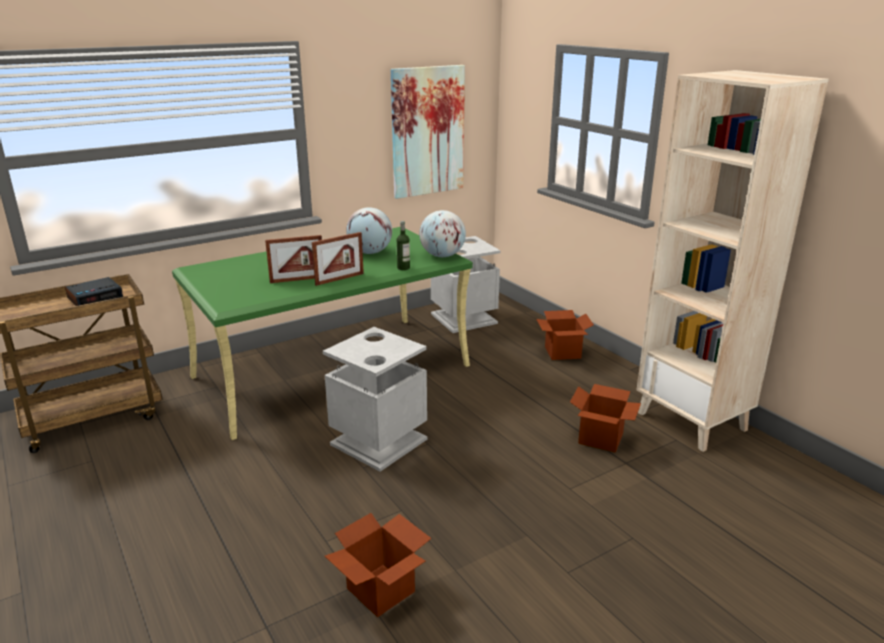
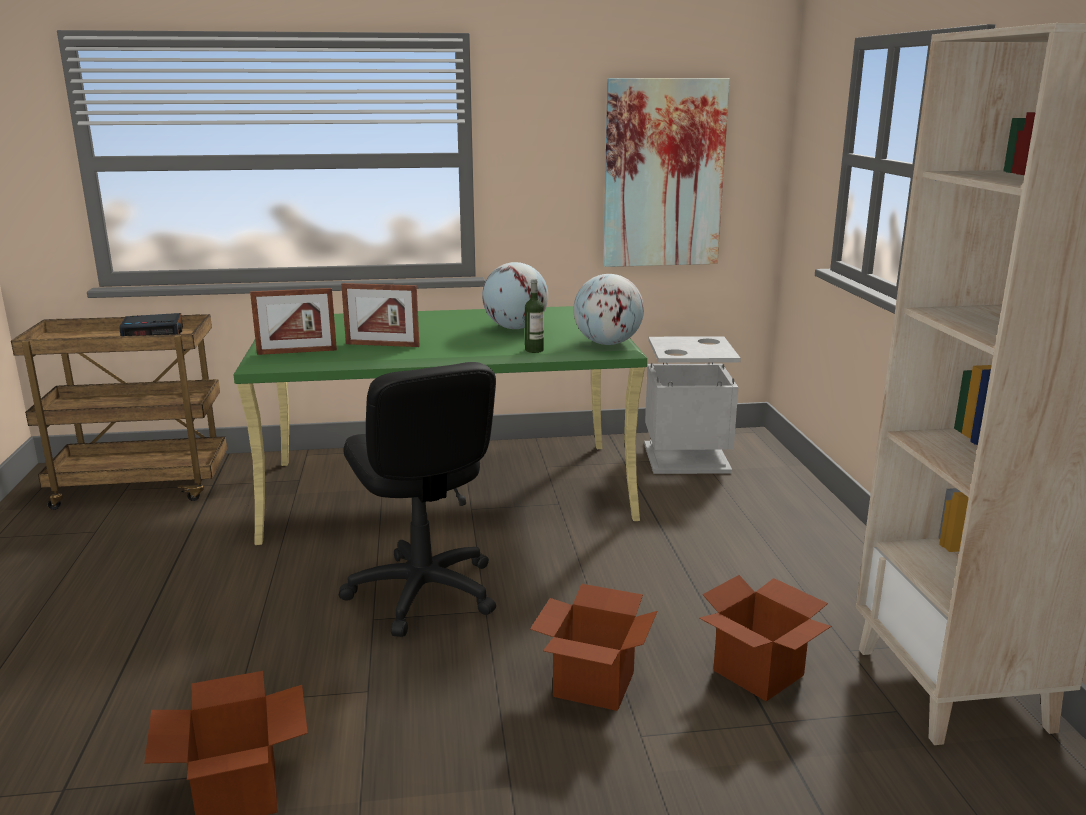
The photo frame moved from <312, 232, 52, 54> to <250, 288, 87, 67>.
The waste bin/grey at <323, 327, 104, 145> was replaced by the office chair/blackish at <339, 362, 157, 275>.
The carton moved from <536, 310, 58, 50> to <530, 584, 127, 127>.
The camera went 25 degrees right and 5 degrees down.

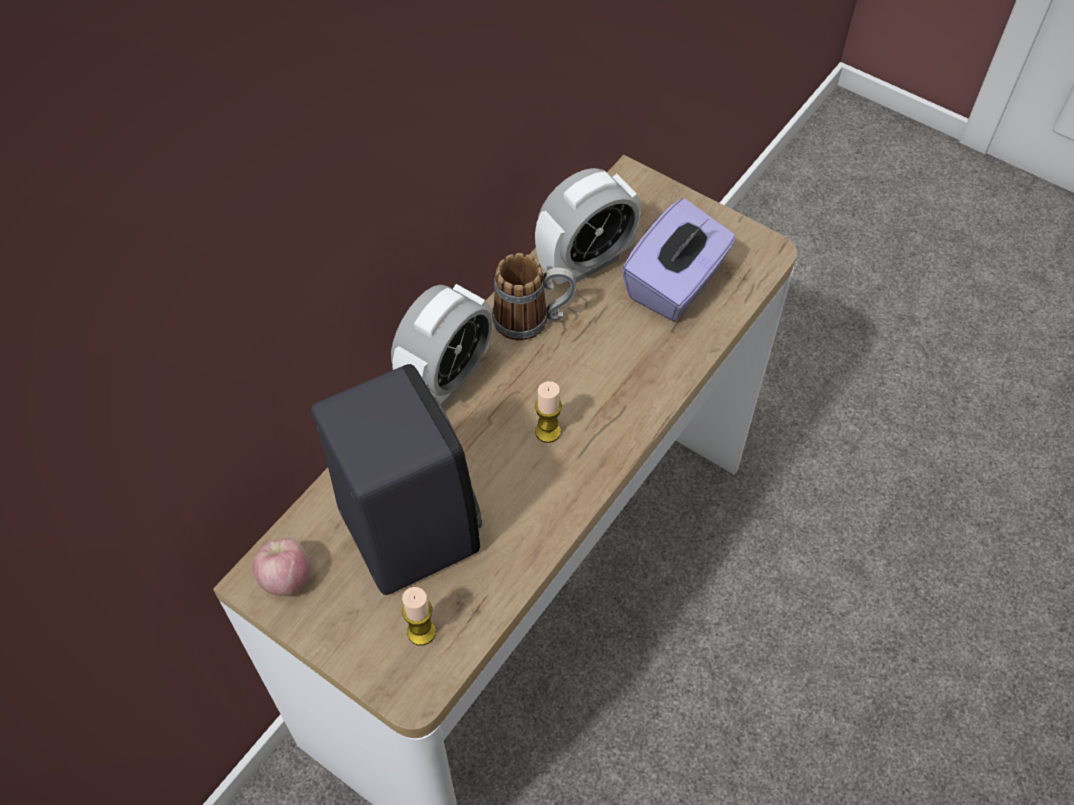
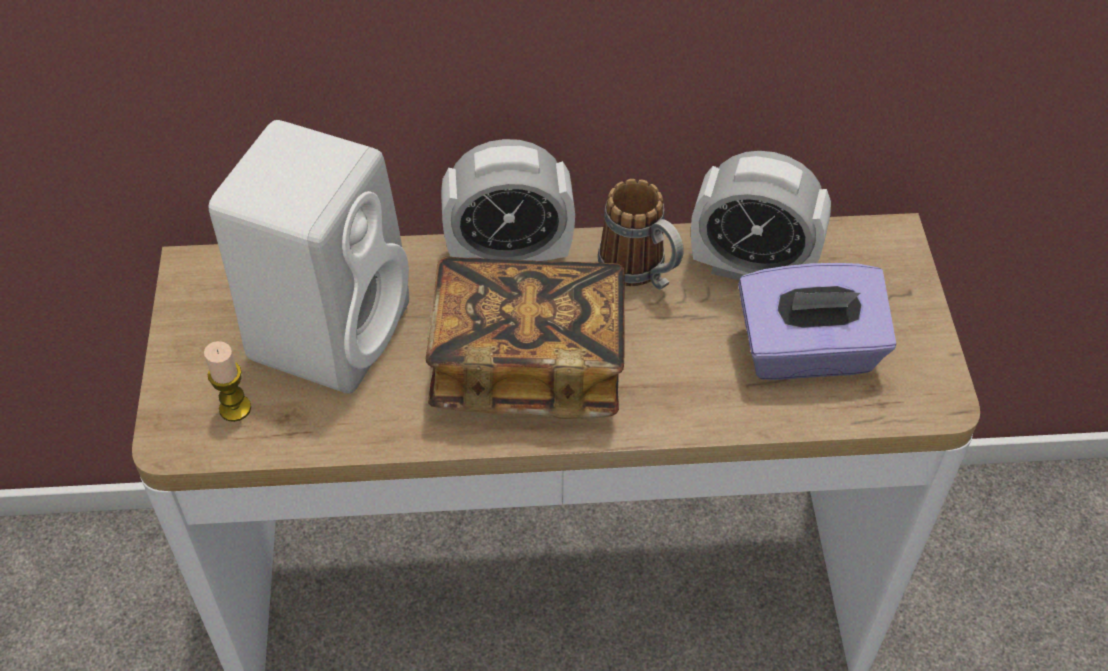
The speaker/blackish at <311, 364, 171, 231> became the speaker/white-coloured at <208, 120, 201, 274>.
The wax candle at <535, 381, 27, 62> was replaced by the book at <426, 257, 199, 162>.
The whole apple at <252, 538, 58, 58> disappeared.
The camera went 50 degrees right and 5 degrees down.

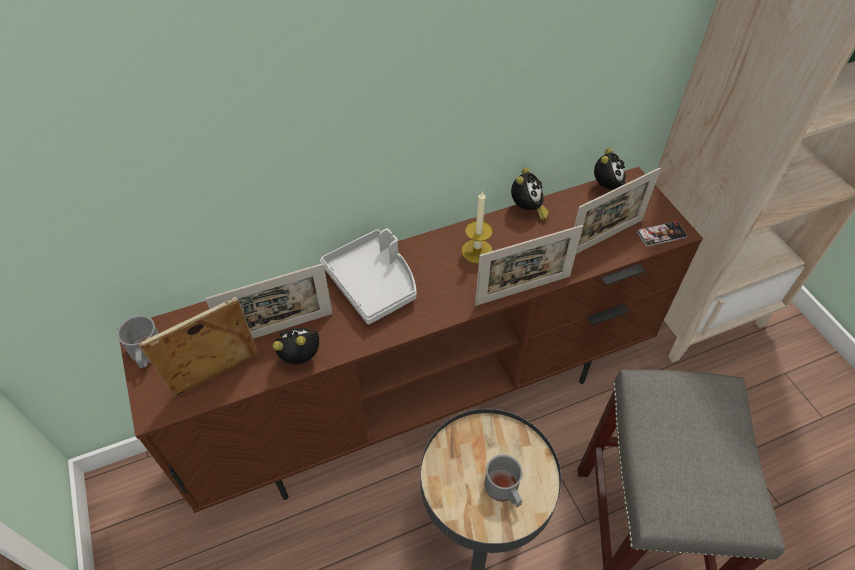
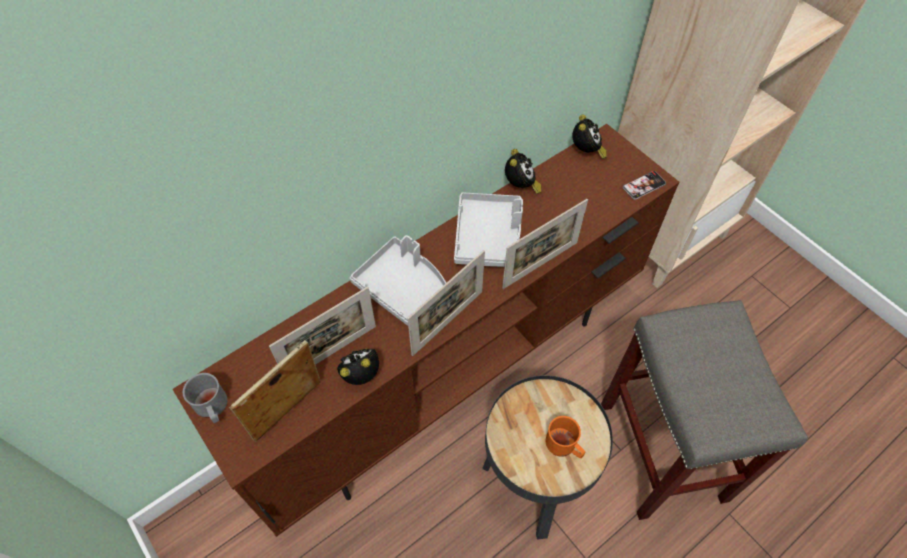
The photo frame moved from <574, 167, 87, 87> to <407, 250, 78, 106>.
The wax candle at <462, 190, 31, 73> was replaced by the carrying tray/grey at <454, 193, 69, 74>.
The mug/grey at <485, 455, 37, 52> became the mug/orange-coloured at <546, 416, 39, 42>.
The camera went 15 degrees left and 5 degrees up.

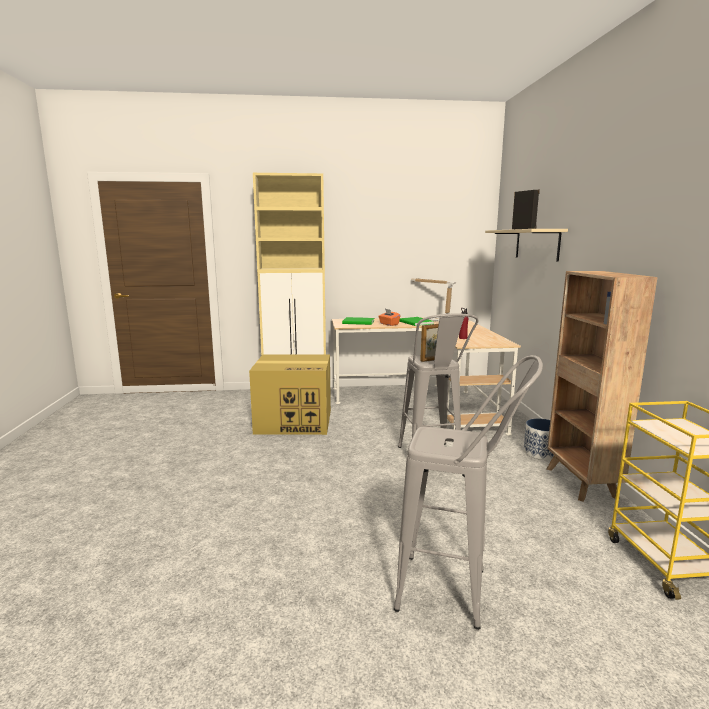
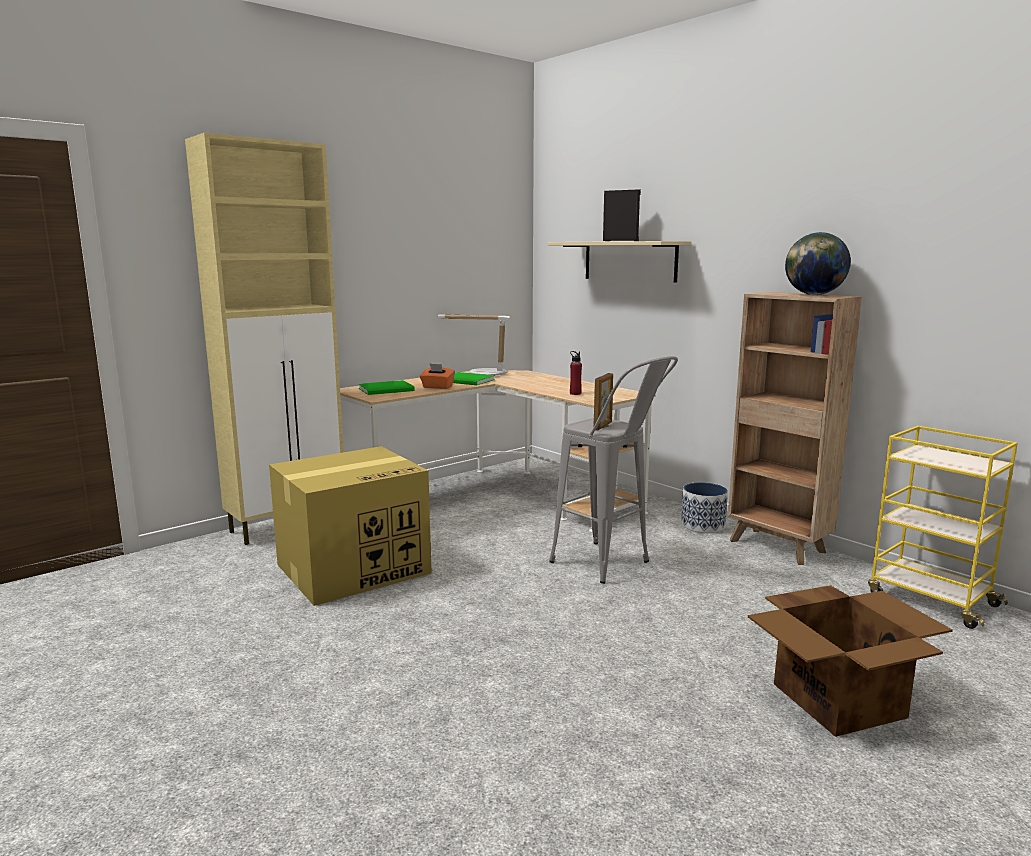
The sitting stool/grey at <394, 355, 149, 275> was replaced by the carton at <748, 585, 205, 152>.
The globe at <785, 232, 66, 63> appeared.
The camera went 35 degrees left and 0 degrees up.

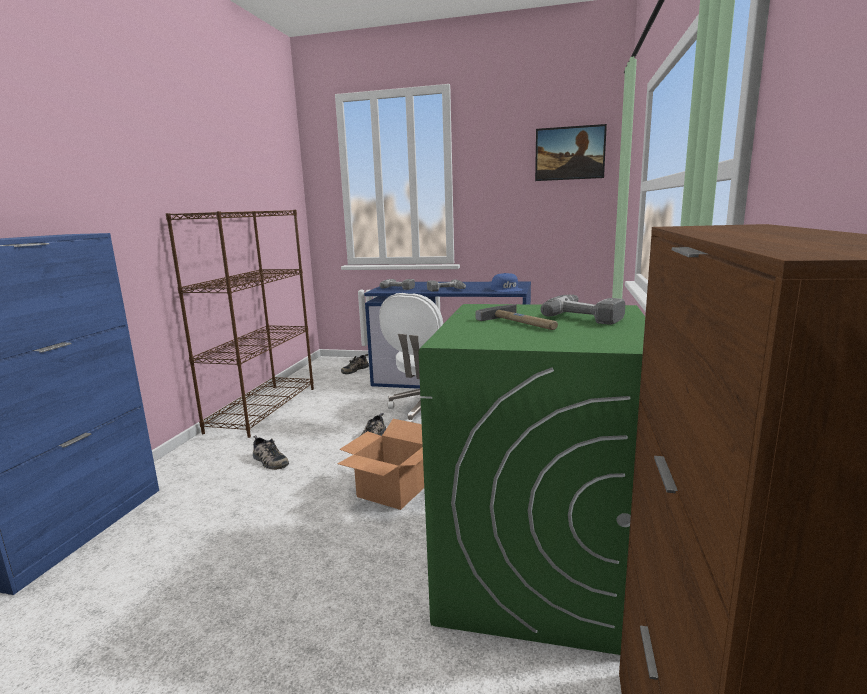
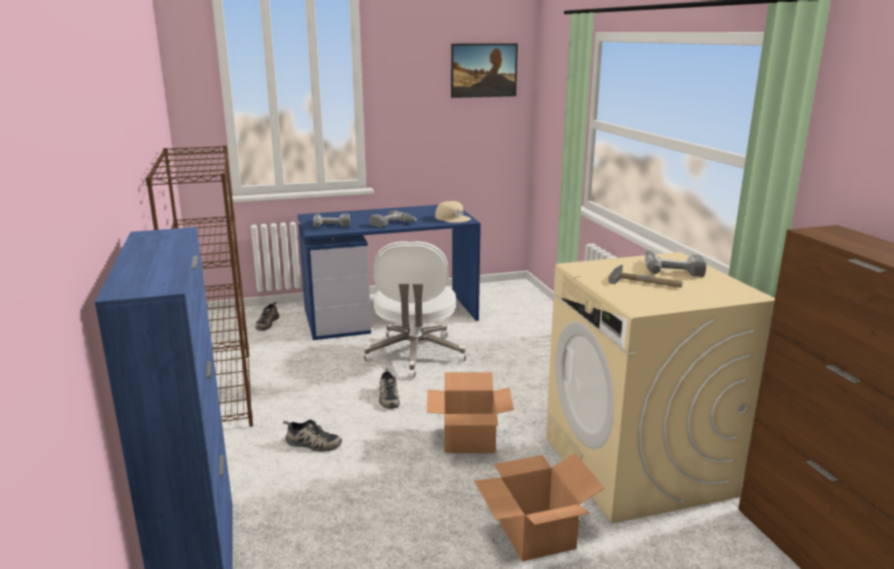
The cap/bluish at <491, 273, 32, 19> became the cap/beige-coloured at <435, 201, 36, 22>.
The carton at <474, 453, 131, 108> appeared.
The laundry machine/green-coloured at <419, 304, 226, 351> became the laundry machine/beige-coloured at <546, 252, 229, 272>.
The camera went 30 degrees left and 5 degrees up.

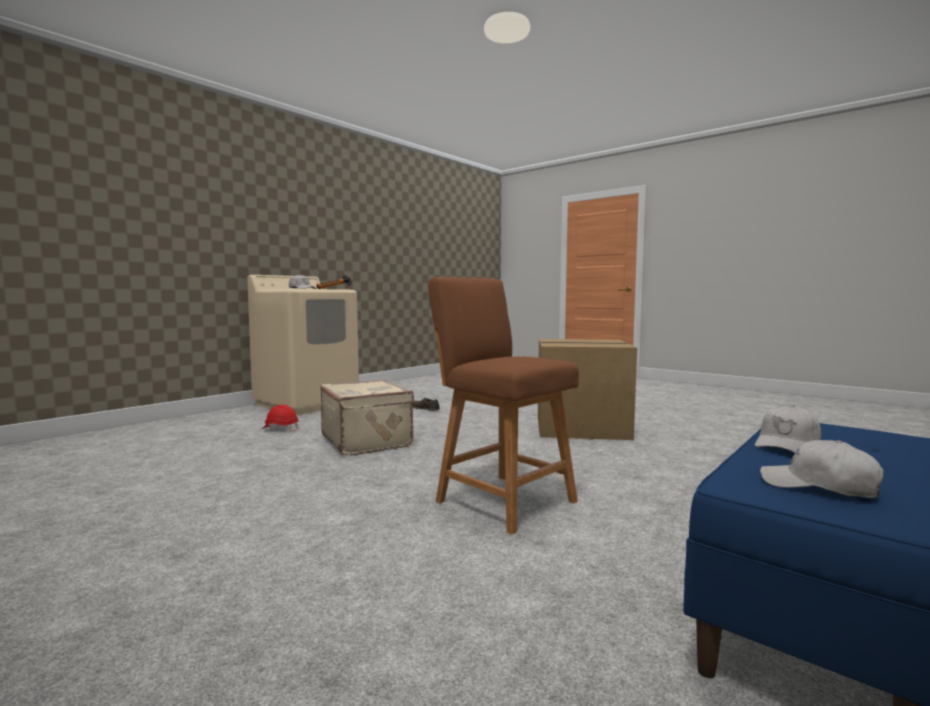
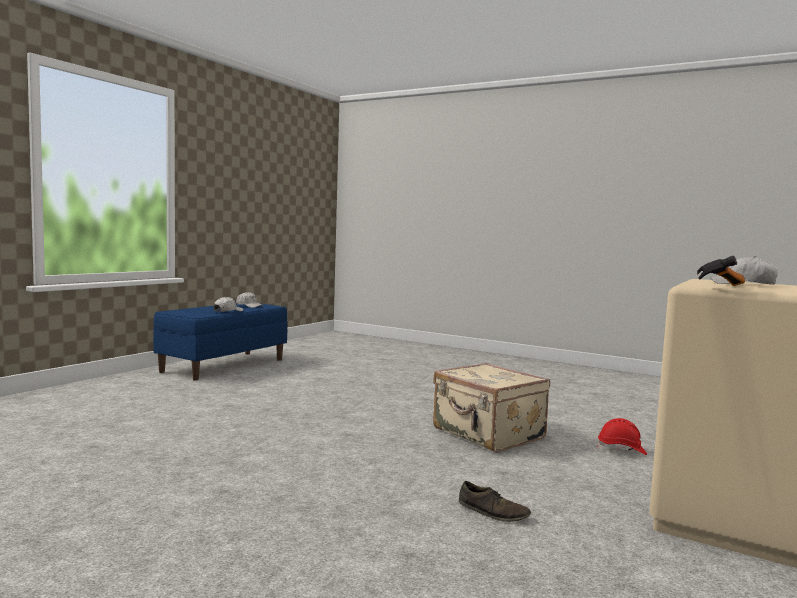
The sitting stool/brown-coloured at <428, 277, 151, 257> disappeared.
The carton at <538, 339, 99, 101> disappeared.
The camera went 170 degrees right and 0 degrees up.

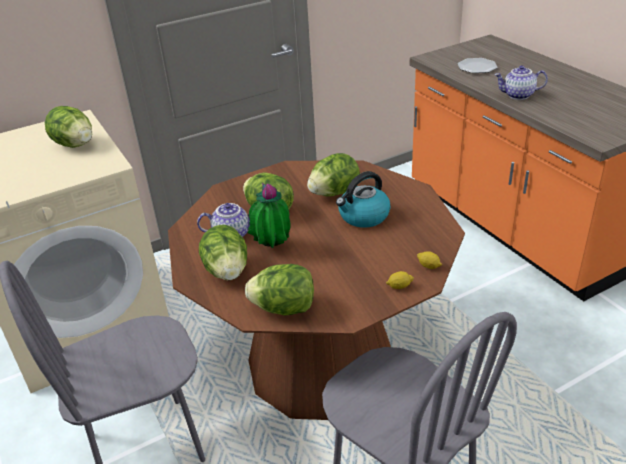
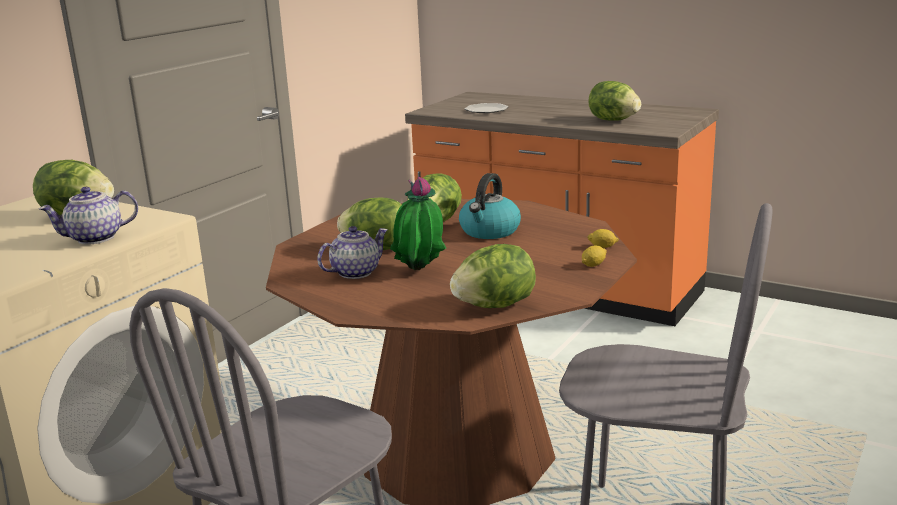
The pot for tea moved from <494, 65, 54, 35> to <39, 187, 99, 57>.
The lettuce head moved from <199, 225, 48, 55> to <588, 81, 53, 40>.
The camera went 30 degrees left and 15 degrees down.

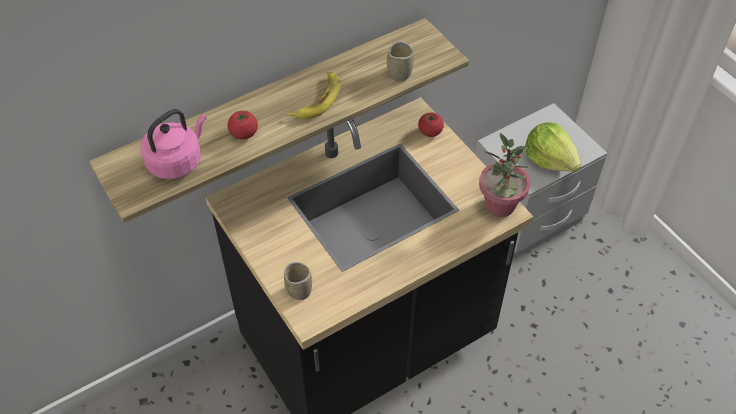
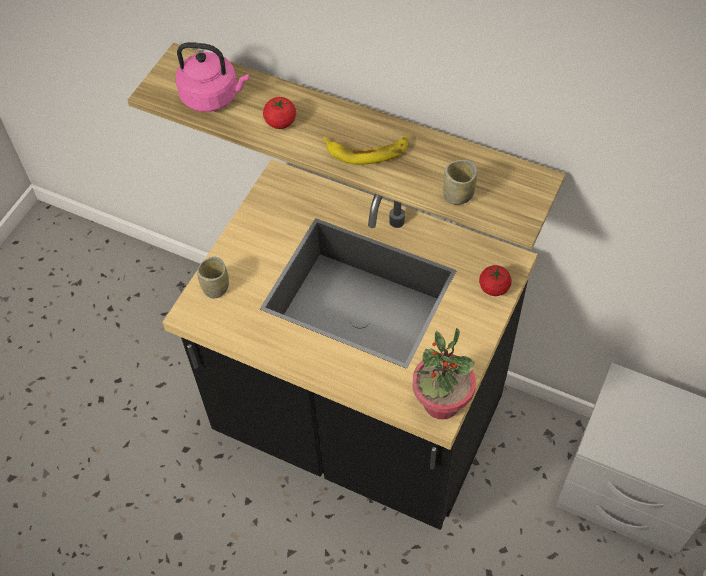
The lettuce head at <525, 122, 56, 50> disappeared.
The camera went 60 degrees right and 5 degrees up.

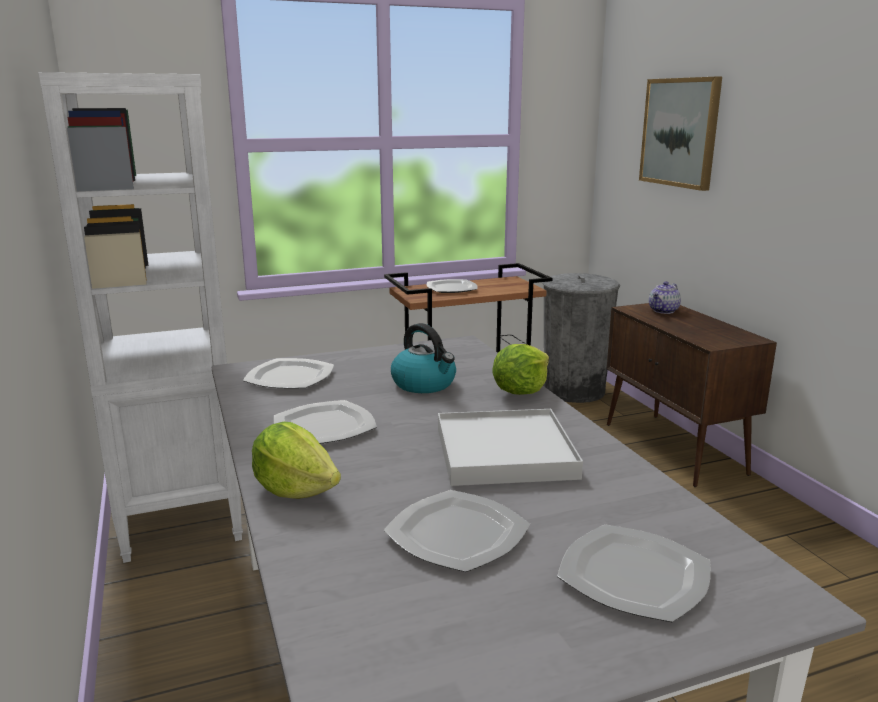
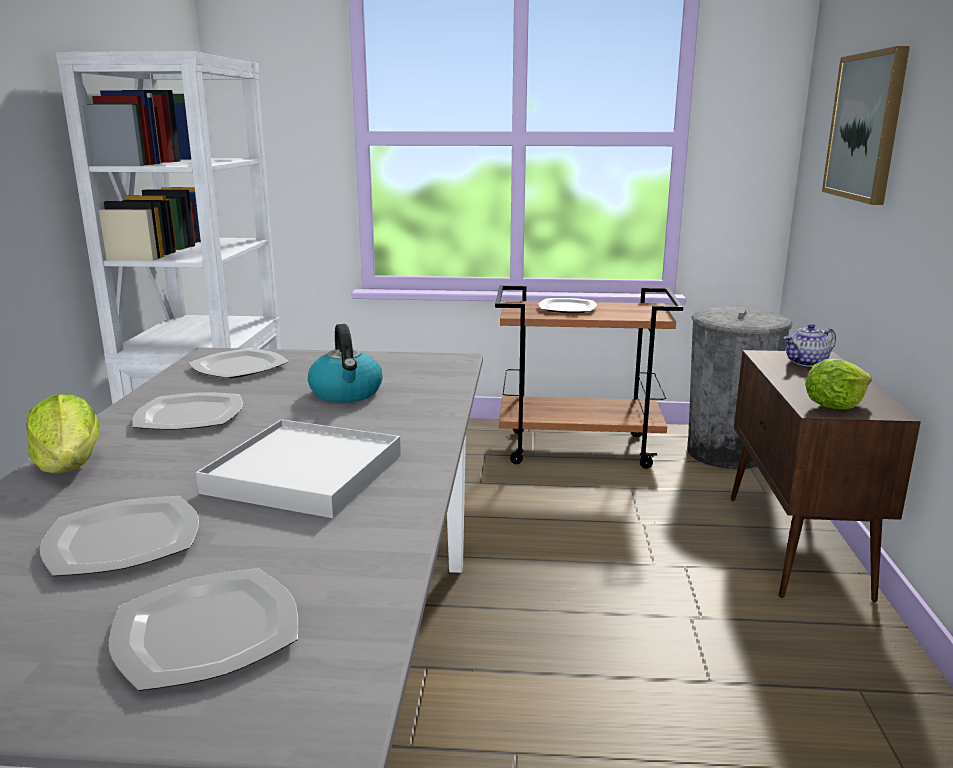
The lettuce head moved from <492, 344, 57, 51> to <805, 359, 67, 50>.
The camera went 25 degrees right and 0 degrees up.

